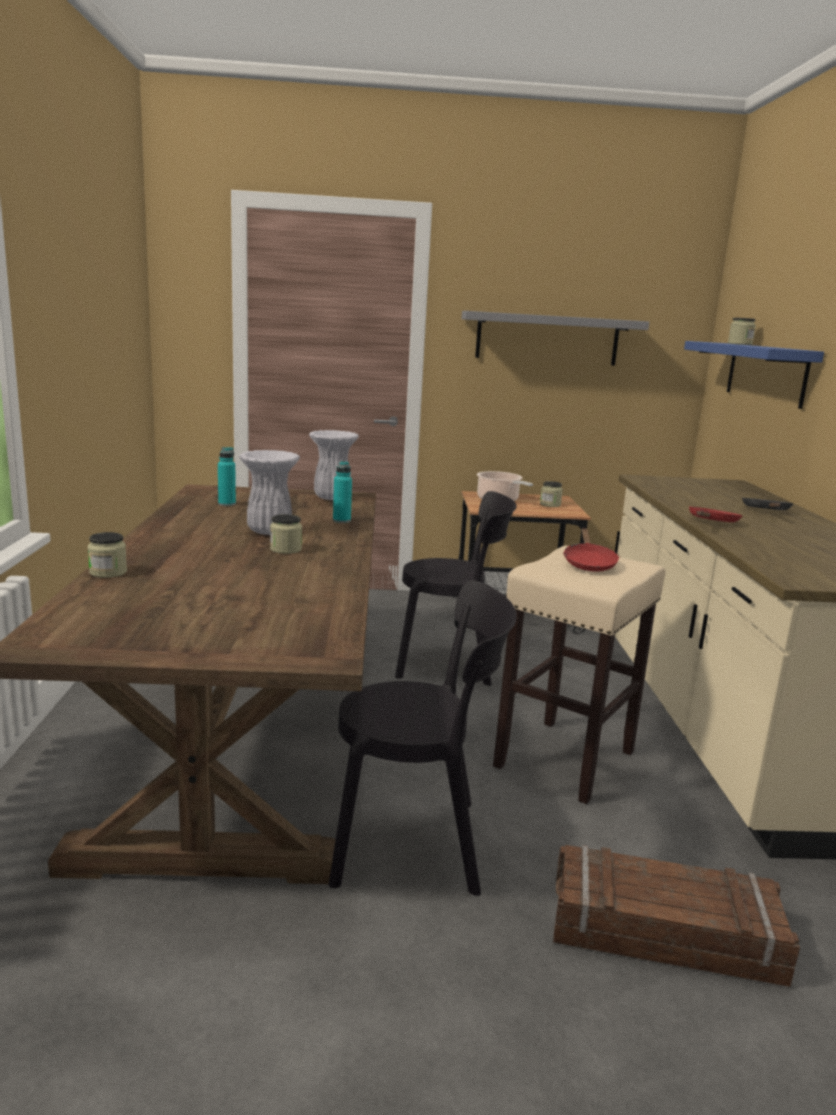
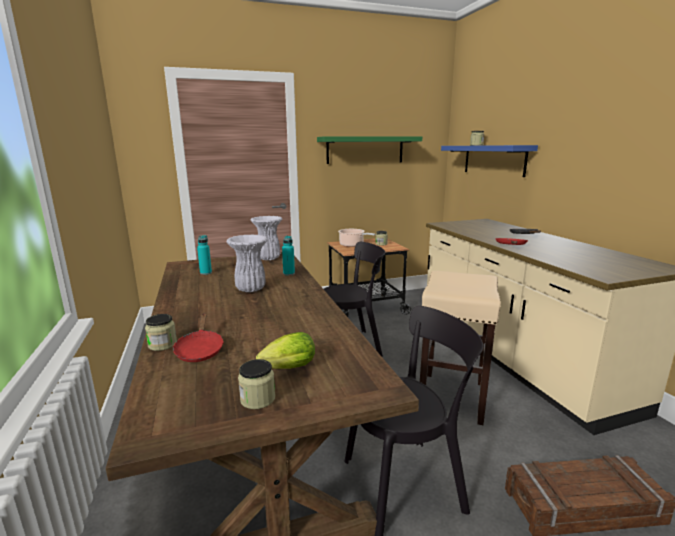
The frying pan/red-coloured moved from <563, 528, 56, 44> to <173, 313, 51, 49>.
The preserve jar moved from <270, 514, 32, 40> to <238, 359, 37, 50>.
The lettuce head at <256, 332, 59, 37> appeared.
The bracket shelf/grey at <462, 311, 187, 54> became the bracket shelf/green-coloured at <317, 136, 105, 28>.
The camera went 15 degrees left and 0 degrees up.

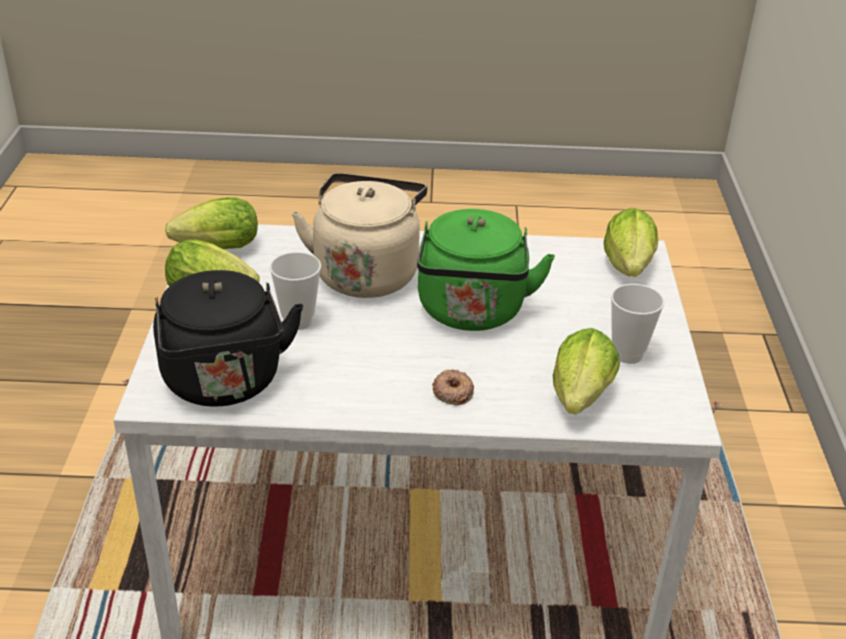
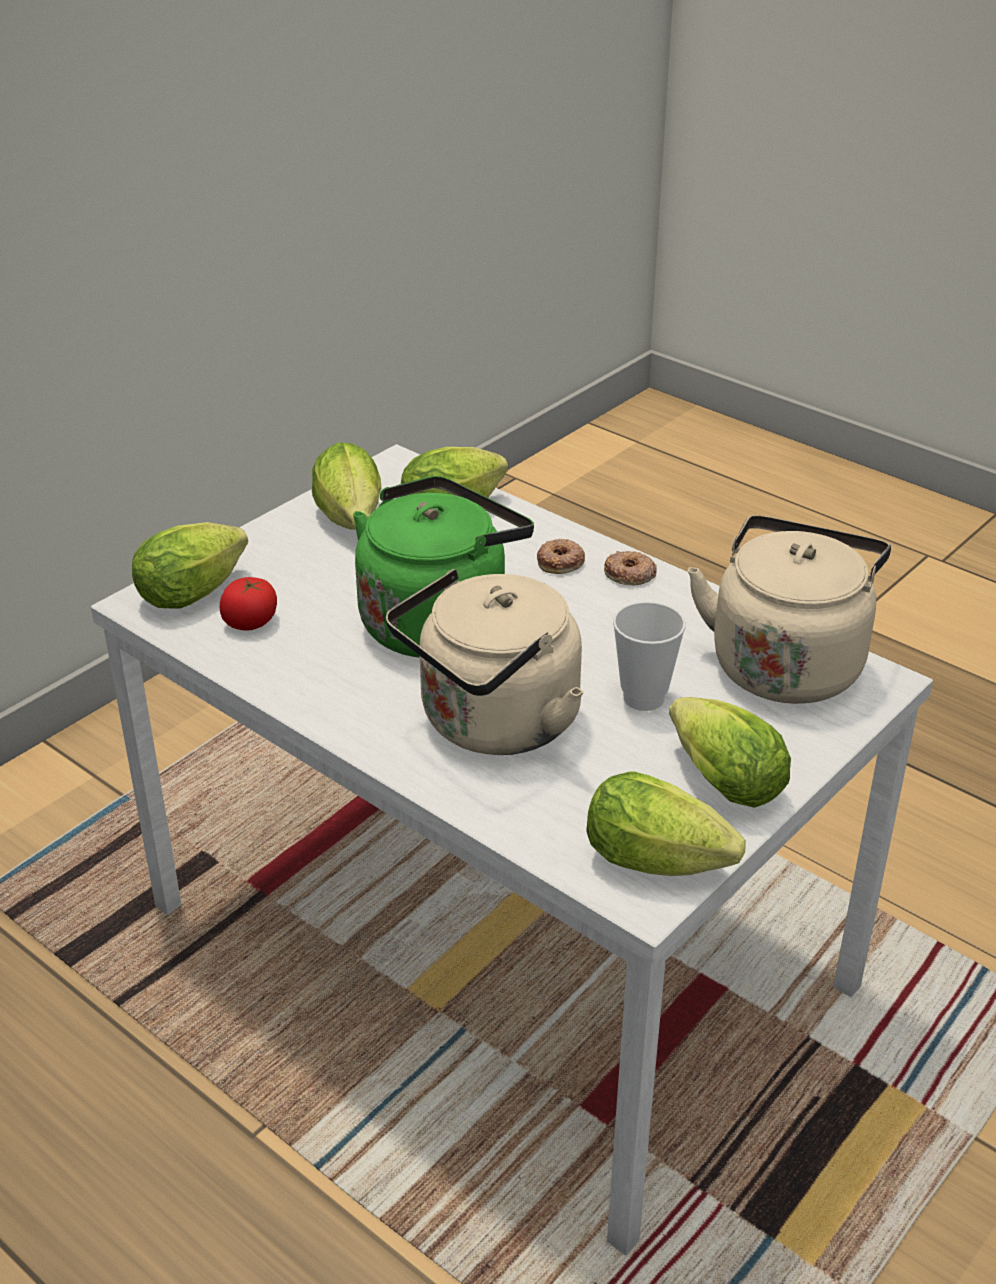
The whole tomato at <220, 577, 57, 54> appeared.
The drinking cup at <611, 284, 53, 80> was replaced by the lettuce head at <312, 442, 69, 88>.
The ring doughnut at <604, 551, 53, 34> appeared.
The water kettle/blackish at <153, 270, 150, 136> became the water kettle/beige-coloured at <688, 515, 203, 189>.
The camera went 140 degrees left and 0 degrees up.

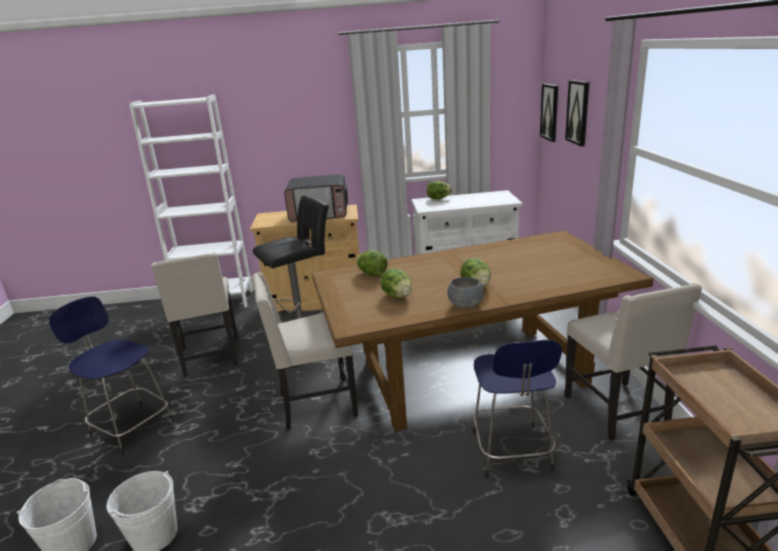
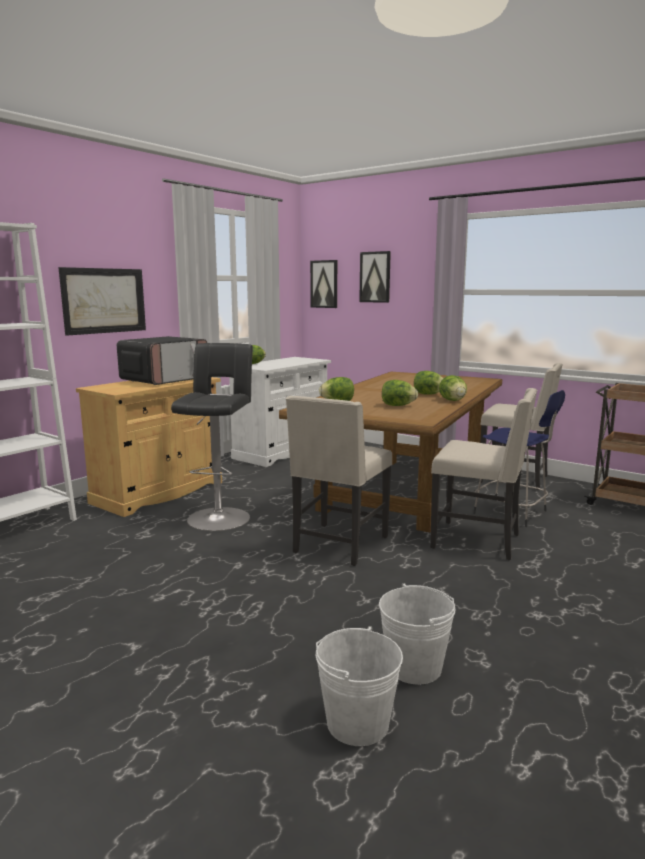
The wall picture at <58, 267, 88, 69> appeared.
The chair/beige-coloured moved from <151, 252, 87, 125> to <430, 388, 107, 172>.
The deep dish/grey at <447, 277, 37, 31> was replaced by the lettuce head at <439, 375, 28, 26>.
The sitting stool/bluish at <49, 297, 126, 159> disappeared.
The camera went 50 degrees left and 10 degrees down.

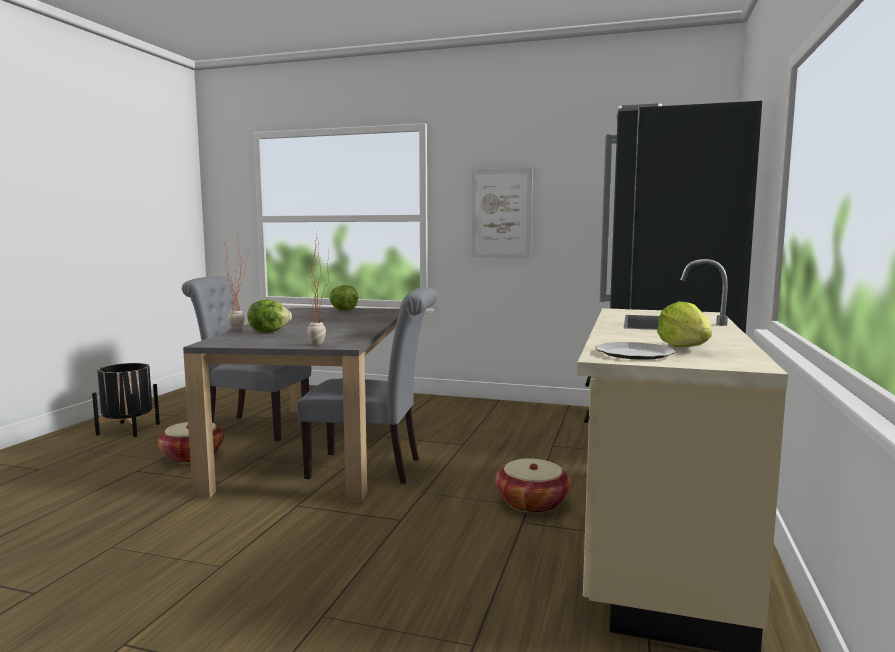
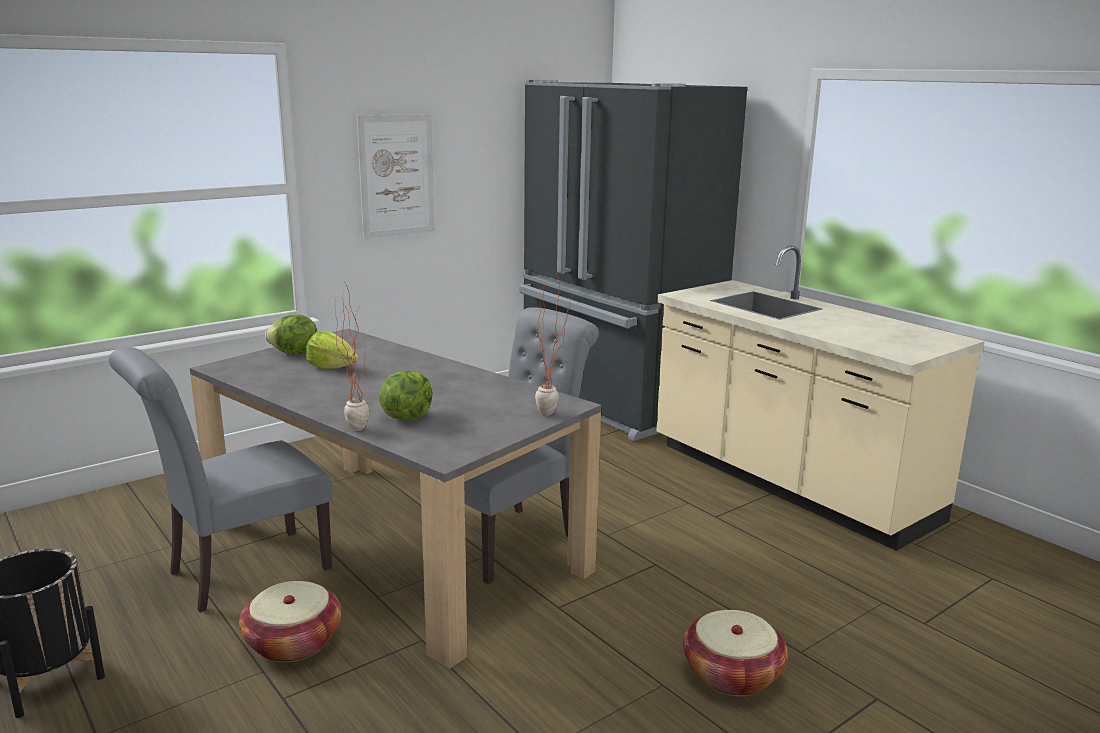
The lettuce head moved from <657, 301, 55, 46> to <306, 331, 52, 38>.
The basket moved from <496, 458, 75, 55> to <683, 610, 105, 86>.
The flat dish at <595, 342, 81, 18> disappeared.
The camera went 55 degrees left and 10 degrees up.

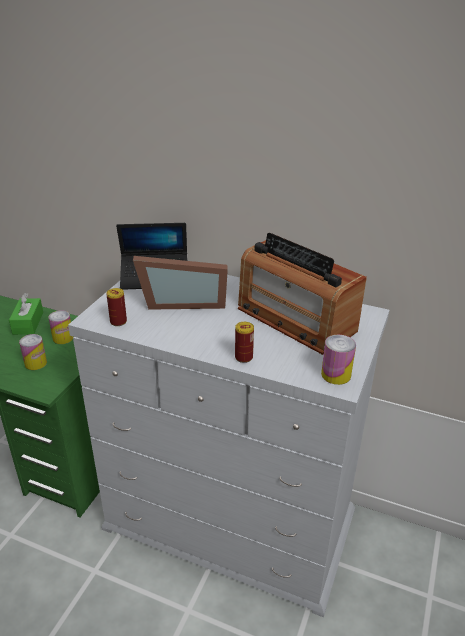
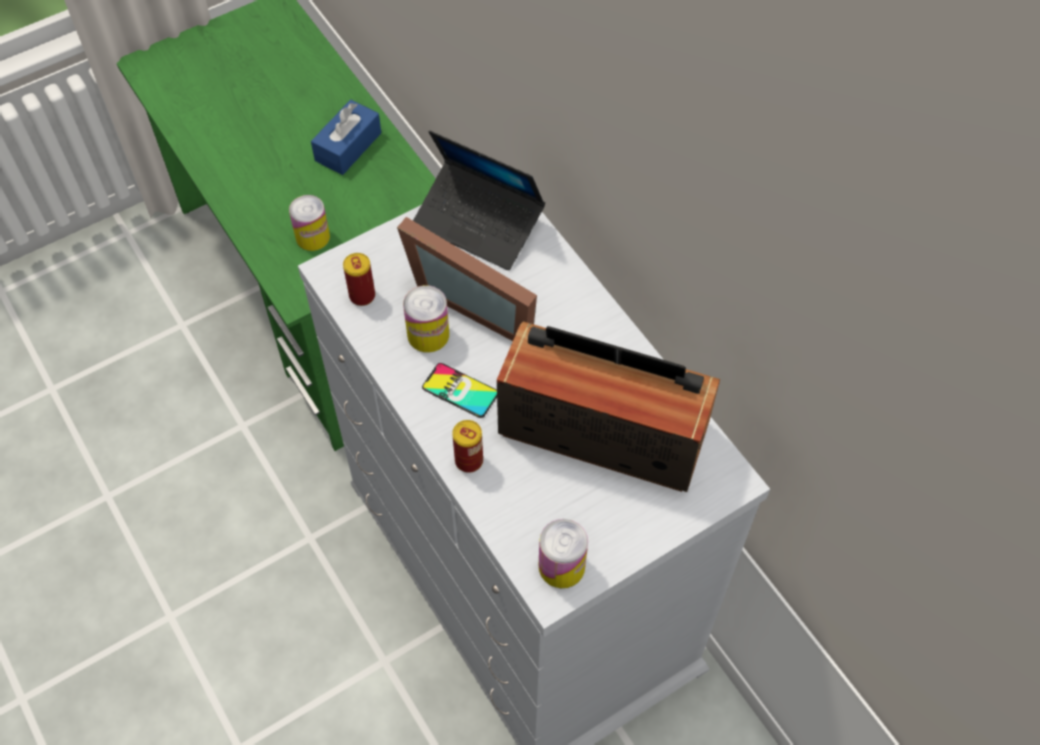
The box of tissues/green-coloured at <9, 293, 34, 42> became the box of tissues/bluish at <311, 100, 70, 75>.
The metal can moved from <48, 310, 25, 34> to <403, 285, 46, 68>.
The telephone at <422, 363, 75, 55> appeared.
The radio at <238, 233, 129, 122> turned 120 degrees clockwise.
The camera went 35 degrees right and 25 degrees up.

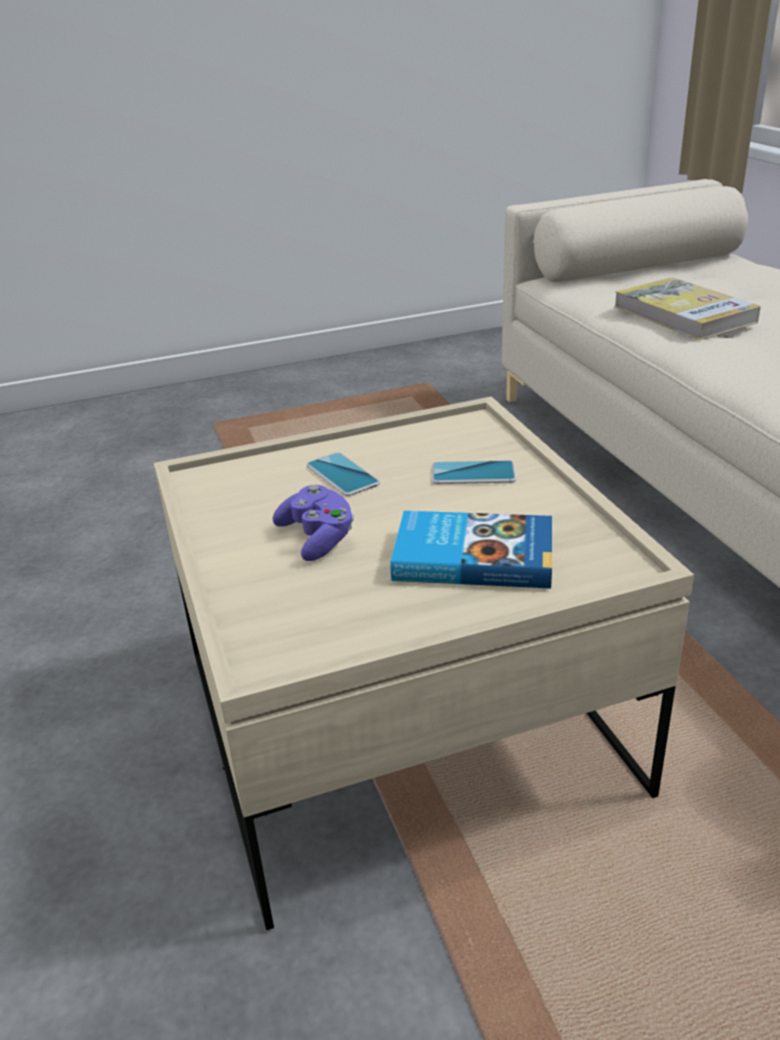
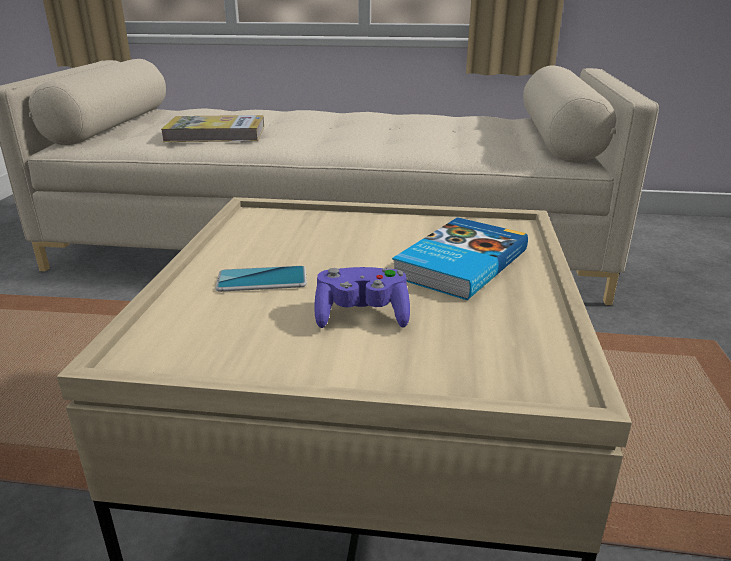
The telephone at <432, 460, 85, 24> disappeared.
The camera went 65 degrees left and 5 degrees down.

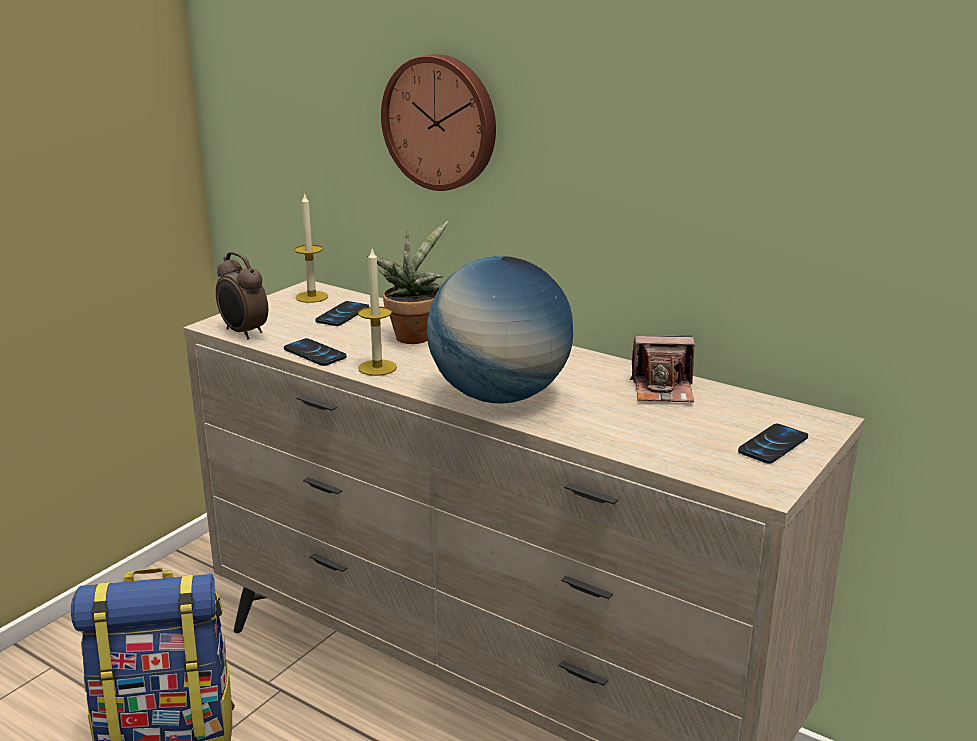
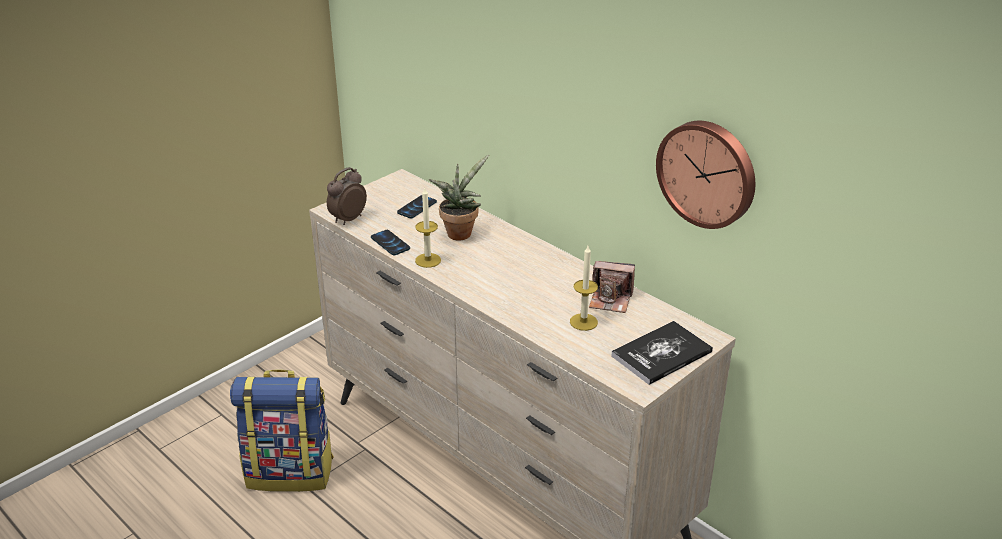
The bedside clock at <216, 252, 52, 87> turned 75 degrees clockwise.
The wax candle moved from <294, 193, 34, 110> to <570, 246, 28, 85>.
The telephone at <738, 424, 70, 40> was replaced by the book at <611, 321, 102, 64>.
The clock on the wall moved from <381, 54, 115, 137> to <656, 121, 99, 108>.
The globe at <427, 256, 146, 148> disappeared.
The camera went 10 degrees right and 10 degrees up.

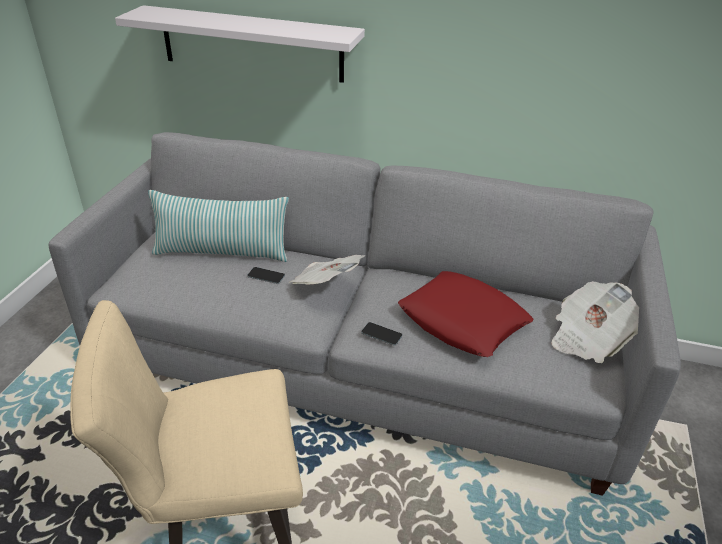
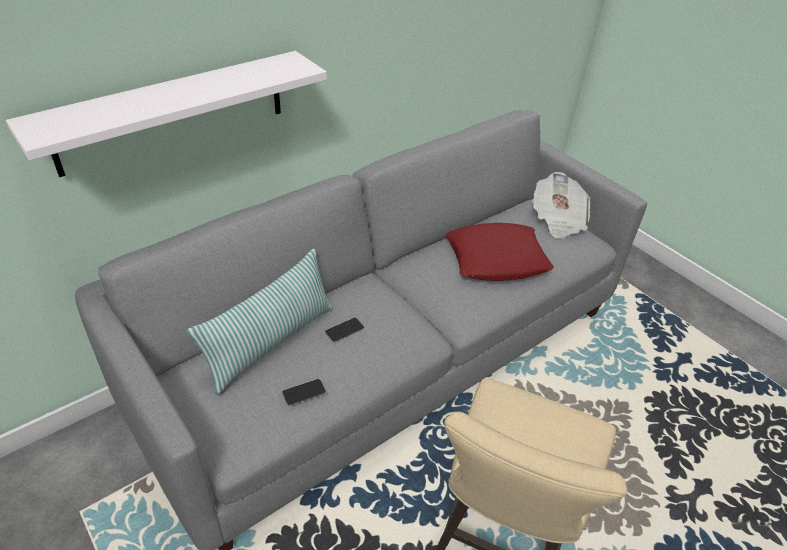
The telephone moved from <361, 322, 41, 23> to <282, 379, 44, 27>.
The printed paper at <288, 255, 77, 29> disappeared.
The camera went 55 degrees left and 5 degrees up.

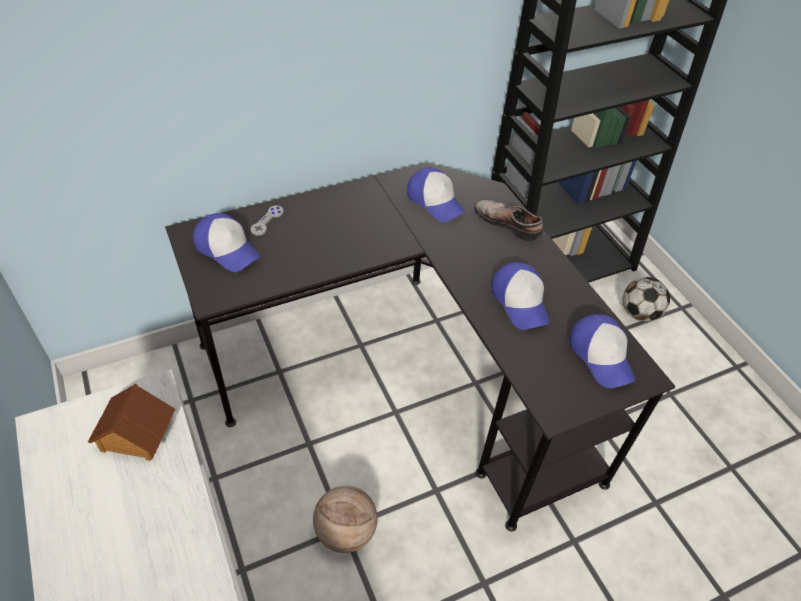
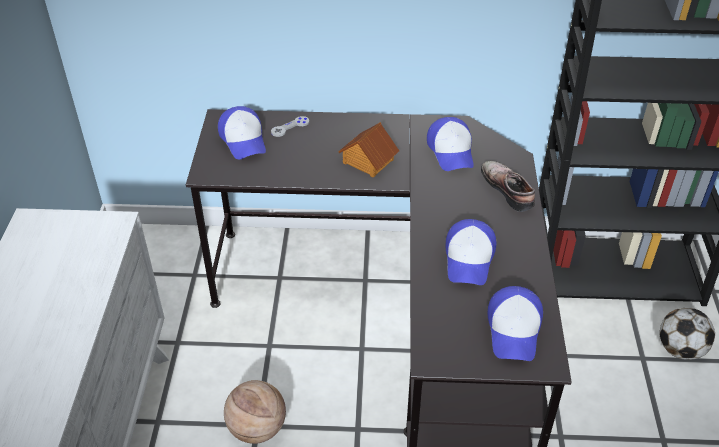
The model house moved from <88, 384, 87, 77> to <338, 122, 61, 55>.
The camera went 30 degrees right and 5 degrees down.

